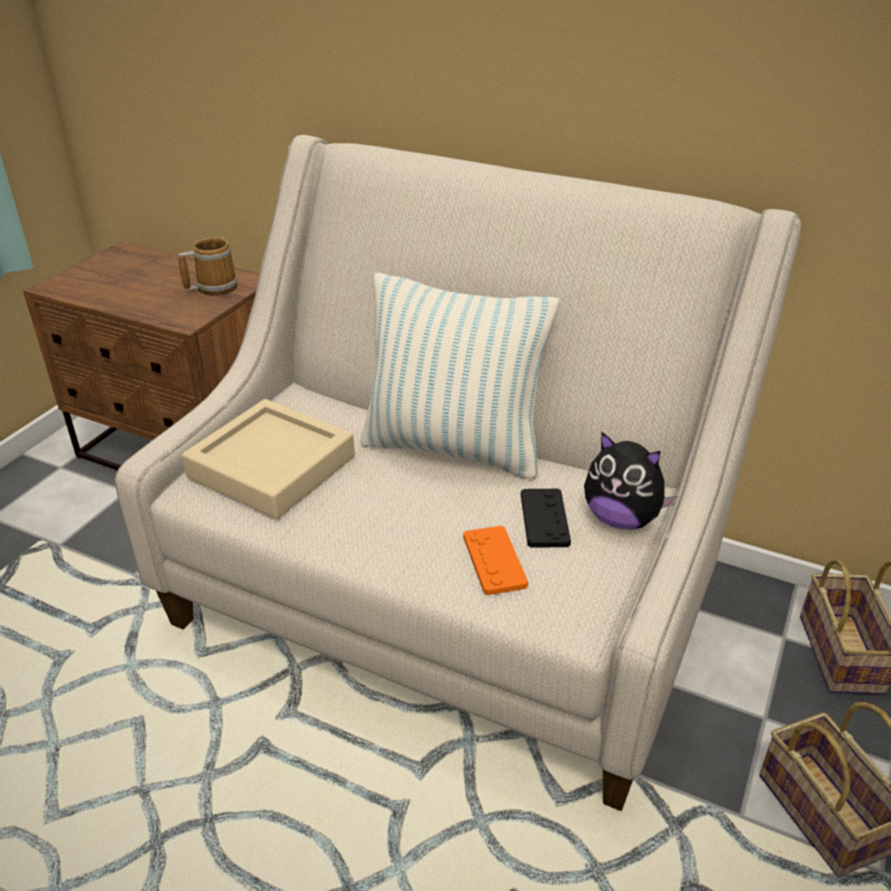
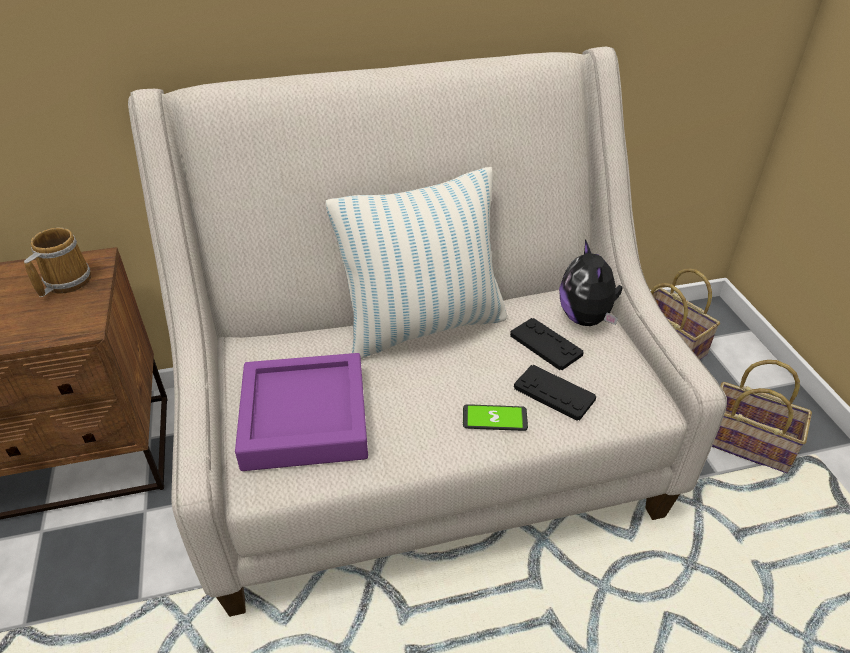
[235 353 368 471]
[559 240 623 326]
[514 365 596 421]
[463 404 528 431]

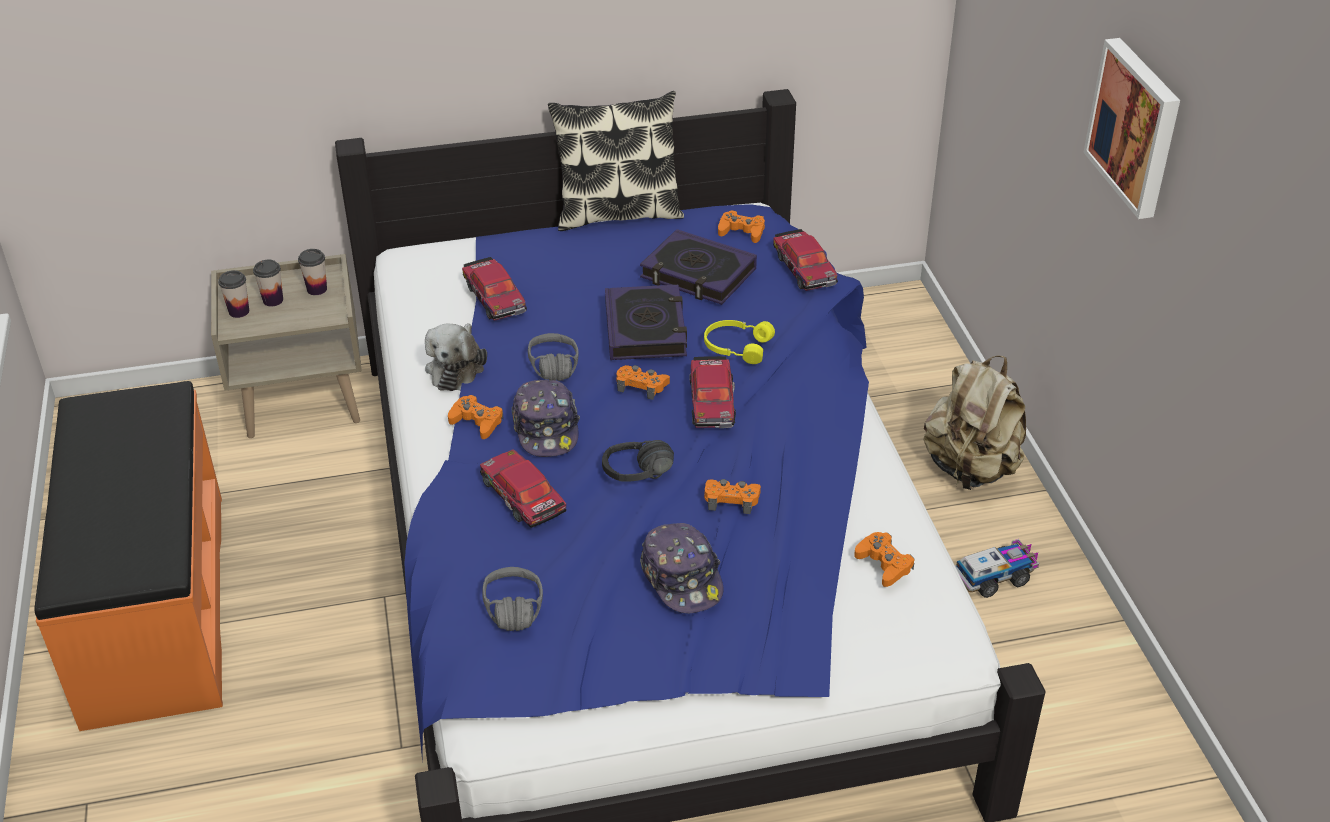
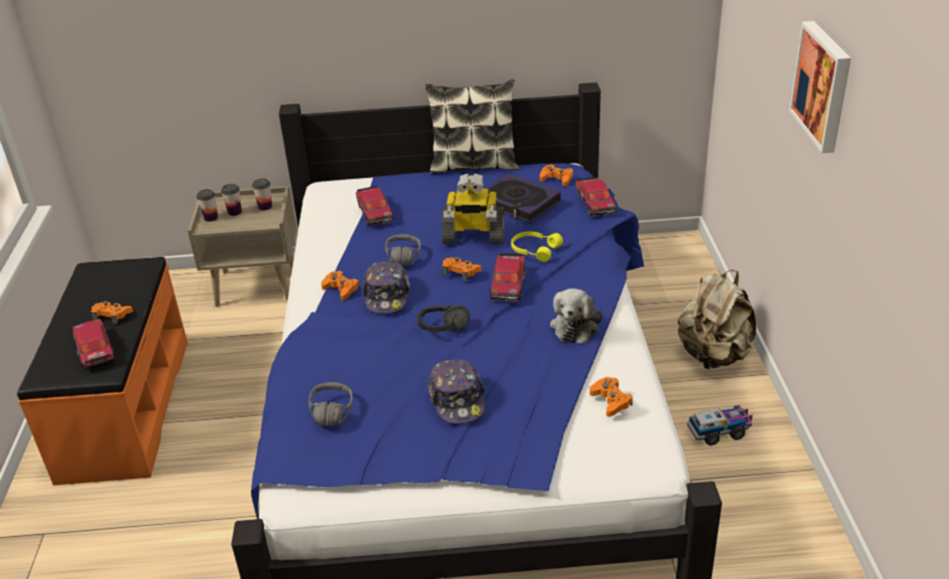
[442 173 505 244]
[550 288 602 344]
[73 319 115 370]
[91 301 133 324]

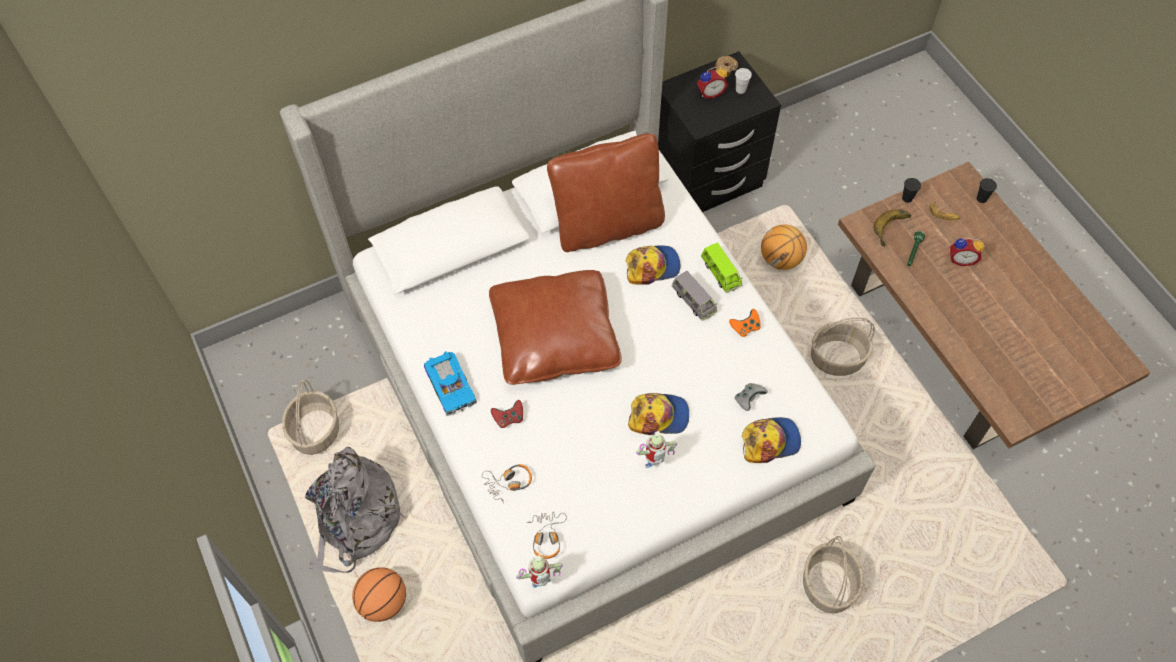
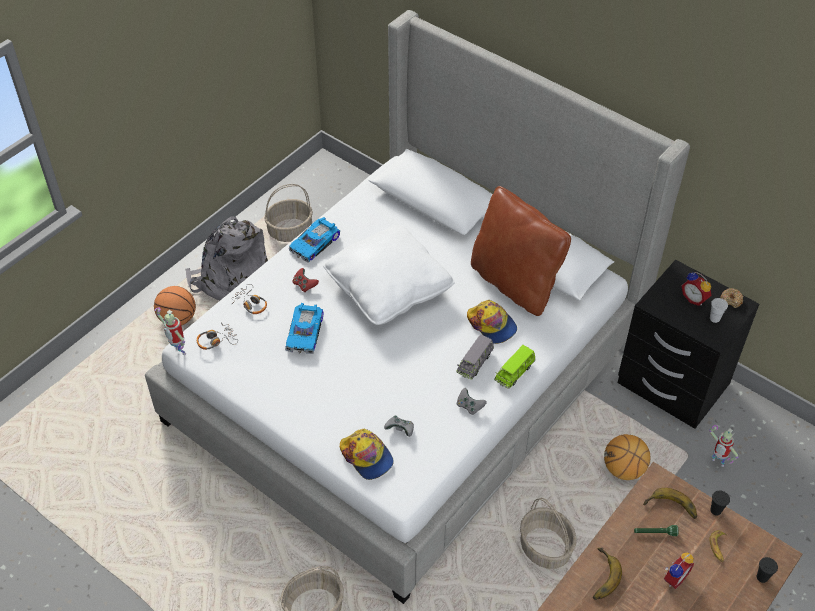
[664 553 694 589]
[323 225 455 325]
[457 388 487 415]
[628 393 689 435] (first image)
[709 425 738 467]
[285 303 323 354]
[593 548 622 600]

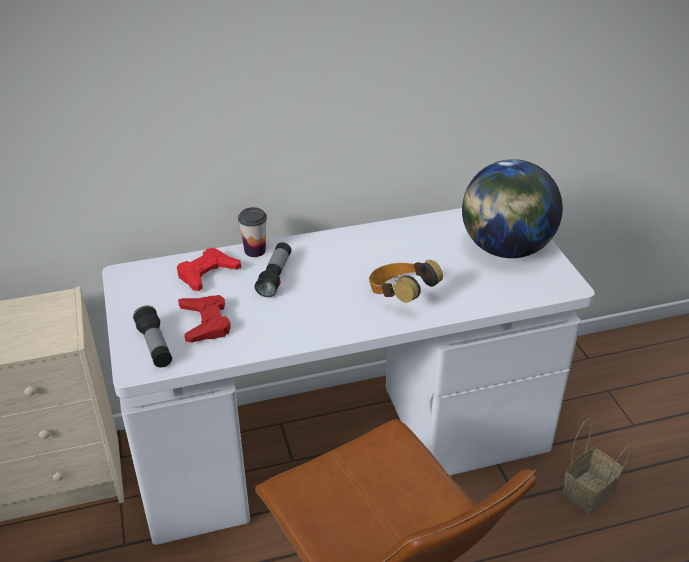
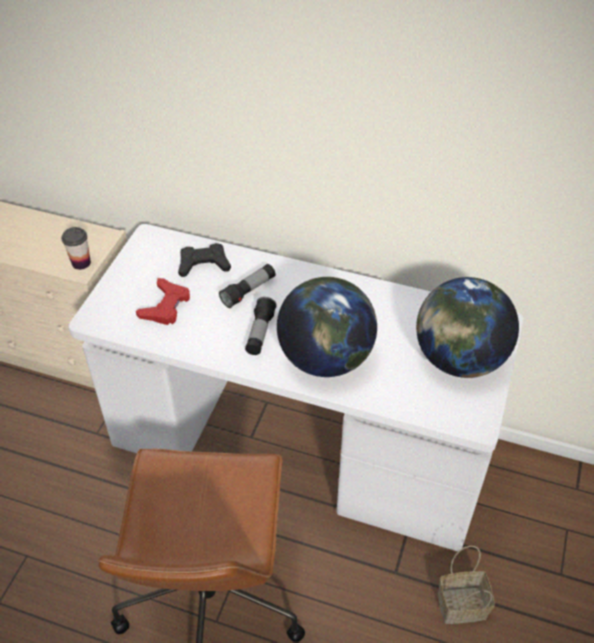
[61 227 91 270]
[178 243 231 277]
[277 277 377 377]
[245 297 277 355]

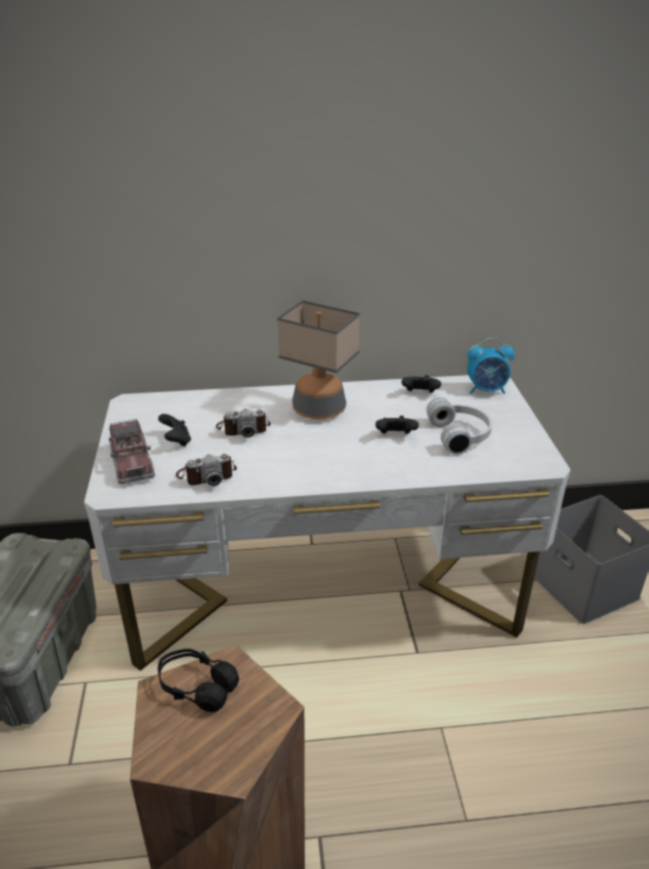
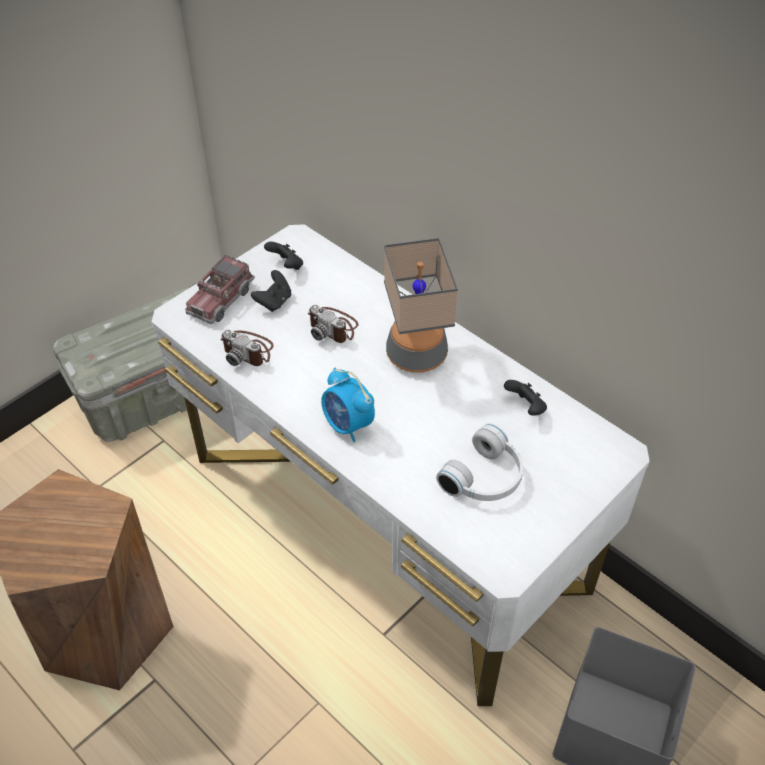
[321 368 375 442]
[264 242 303 270]
[158 649 239 712] (first image)

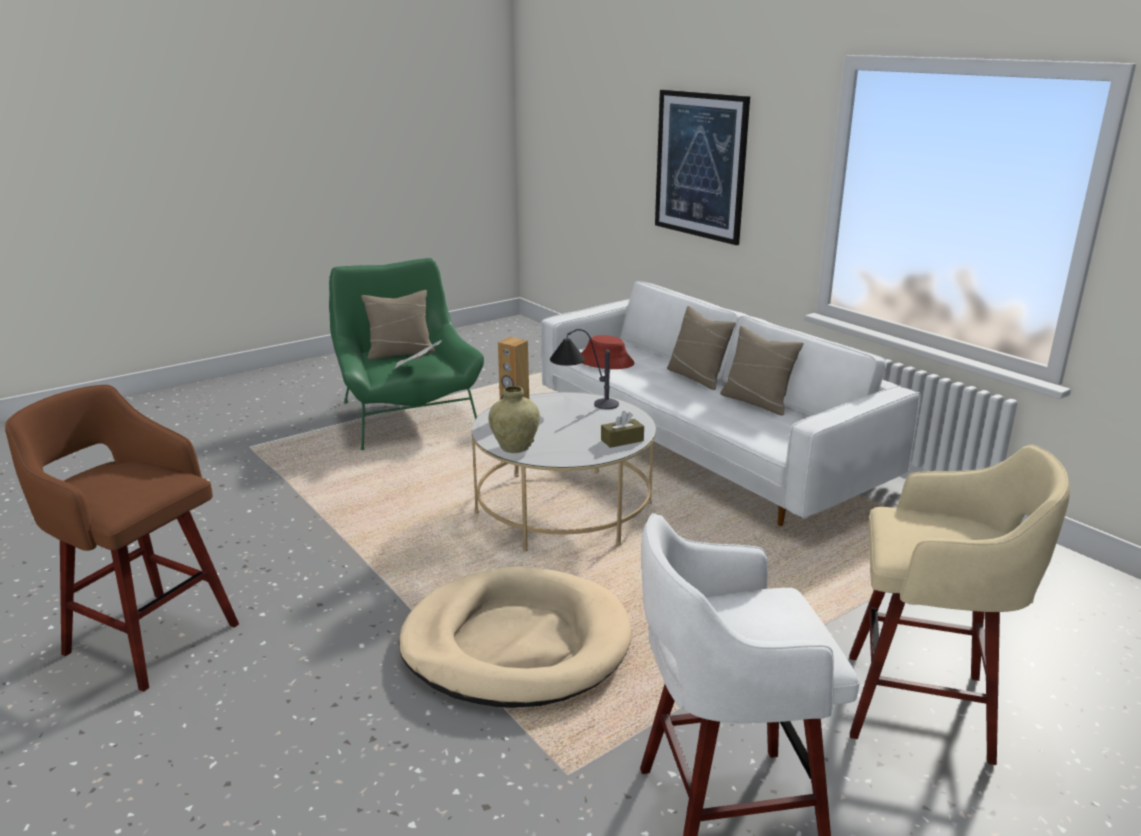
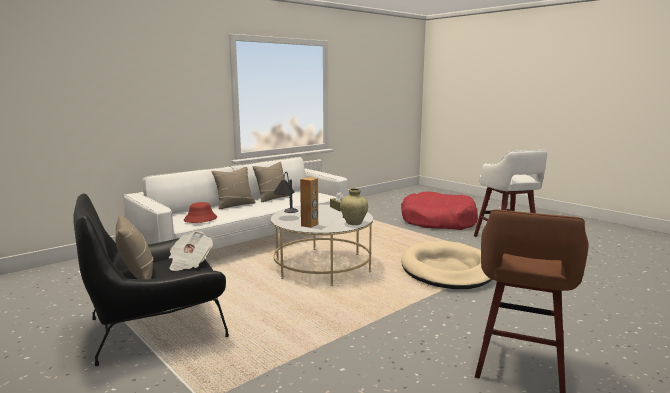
[655 90 750 245] (first image)
[73 194 229 366]
[401 191 478 230]

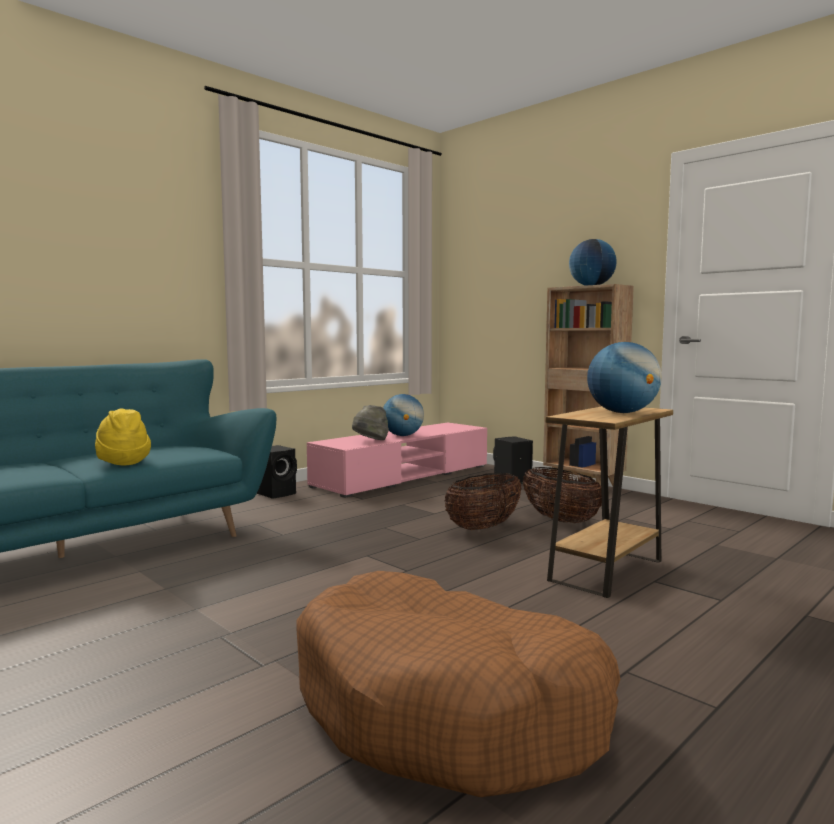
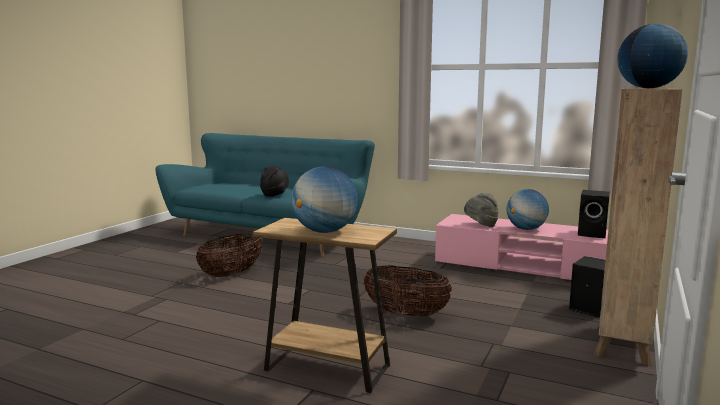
[260 166 289 197]
[578 190 610 238]
[196 233 262 277]
[296 571 620 797] (first image)

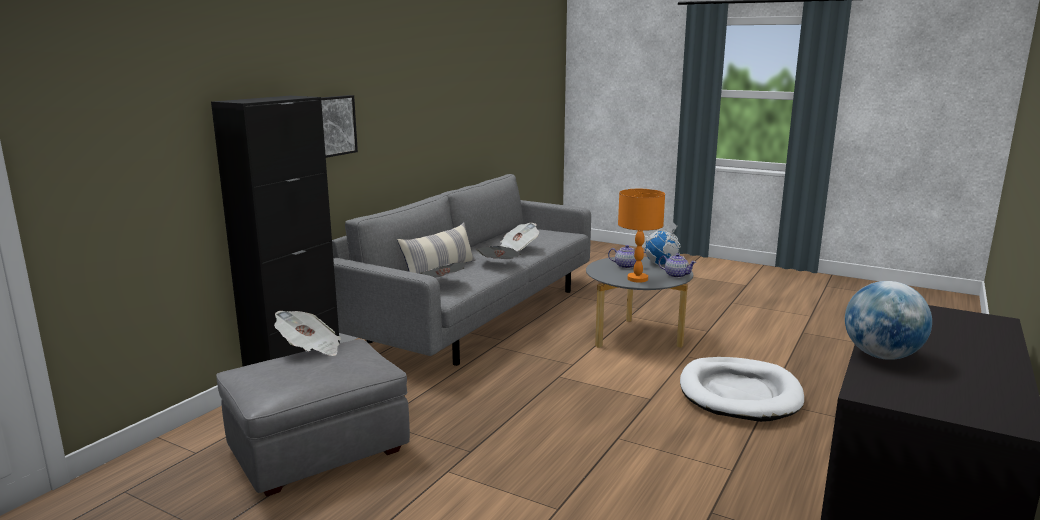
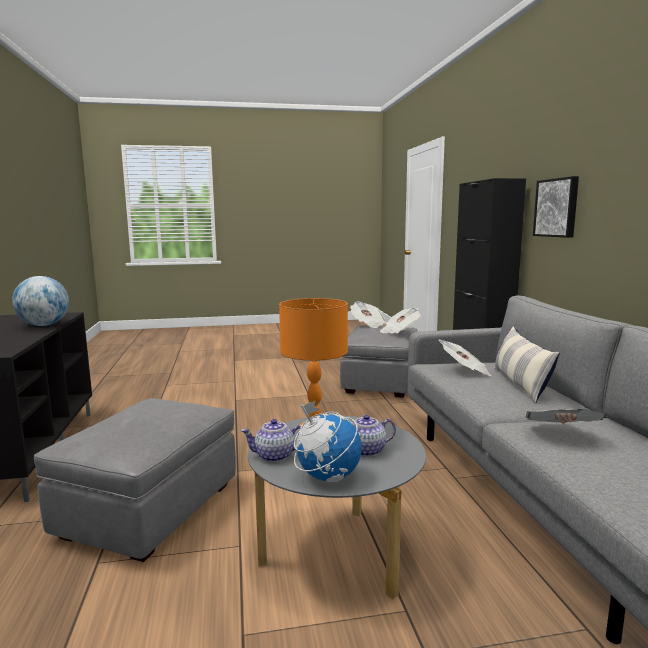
[350 302 386 328]
[34 398 236 562]

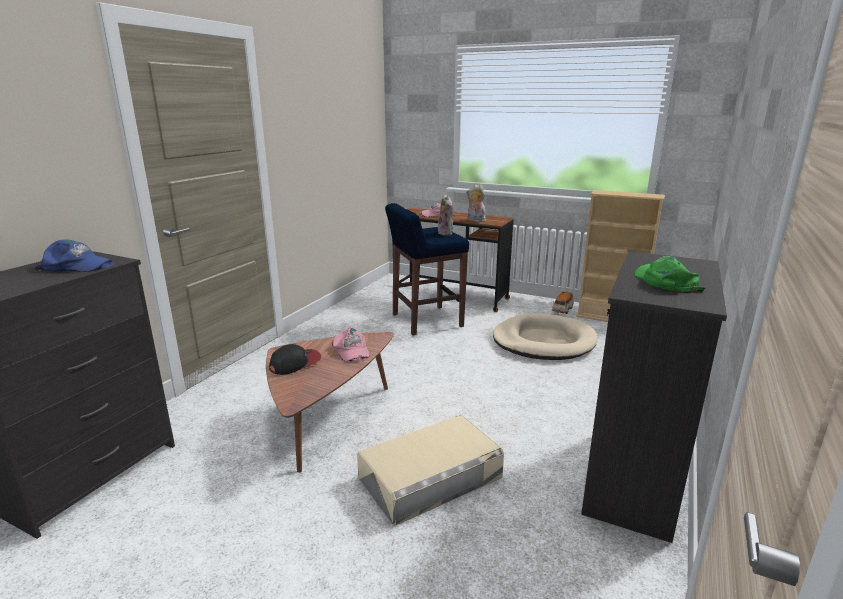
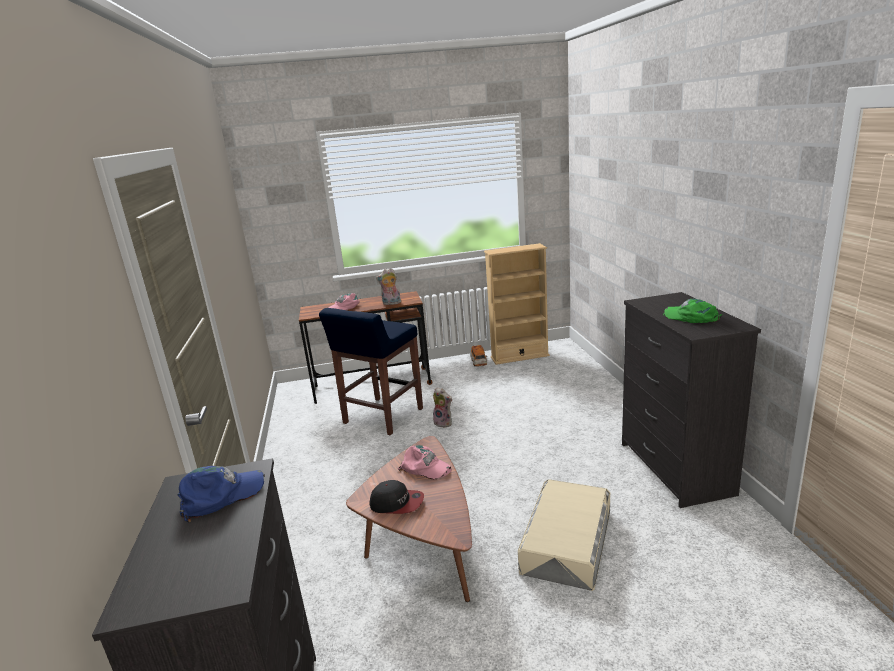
[433 387 452 428]
[493 313 598 360] (first image)
[369 480 424 514]

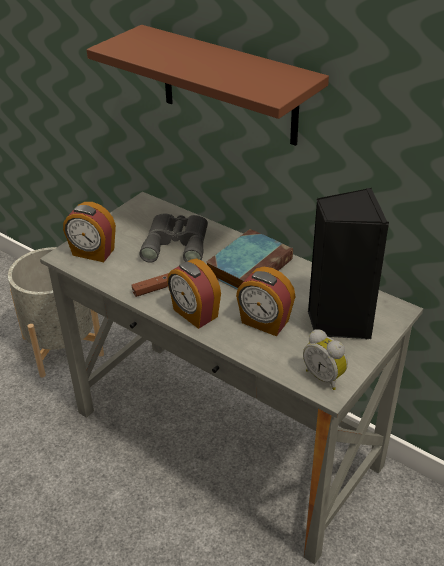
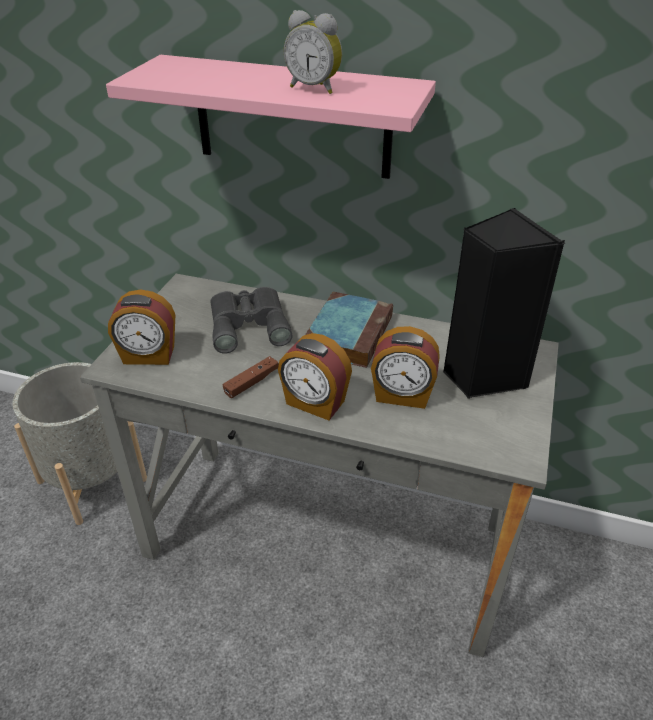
[106 55 436 179]
[284 10 342 94]

